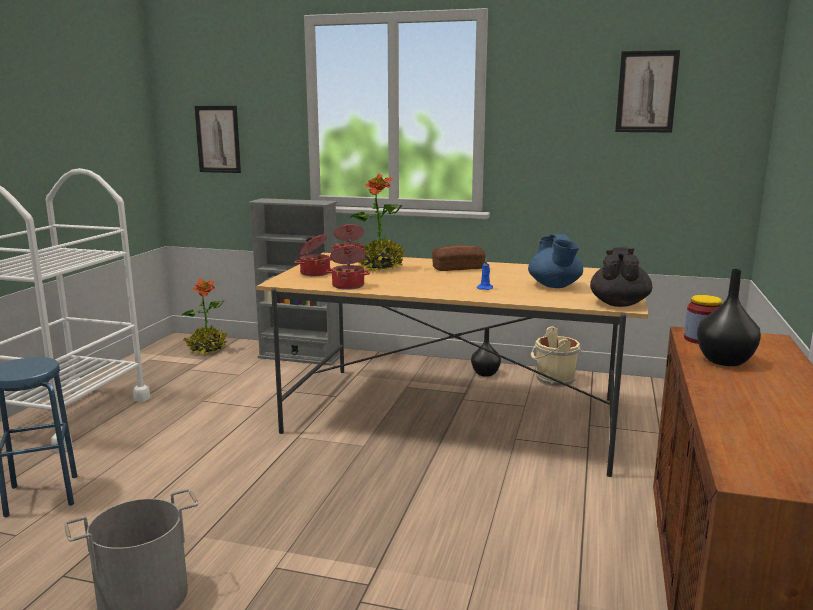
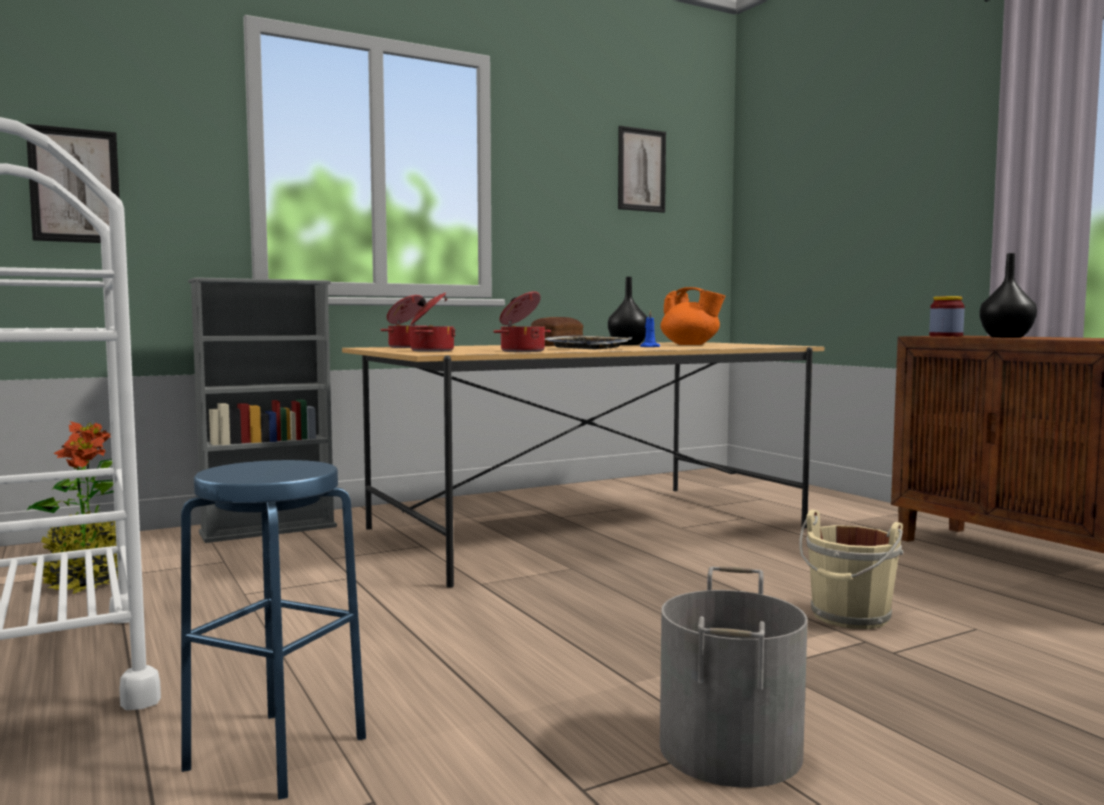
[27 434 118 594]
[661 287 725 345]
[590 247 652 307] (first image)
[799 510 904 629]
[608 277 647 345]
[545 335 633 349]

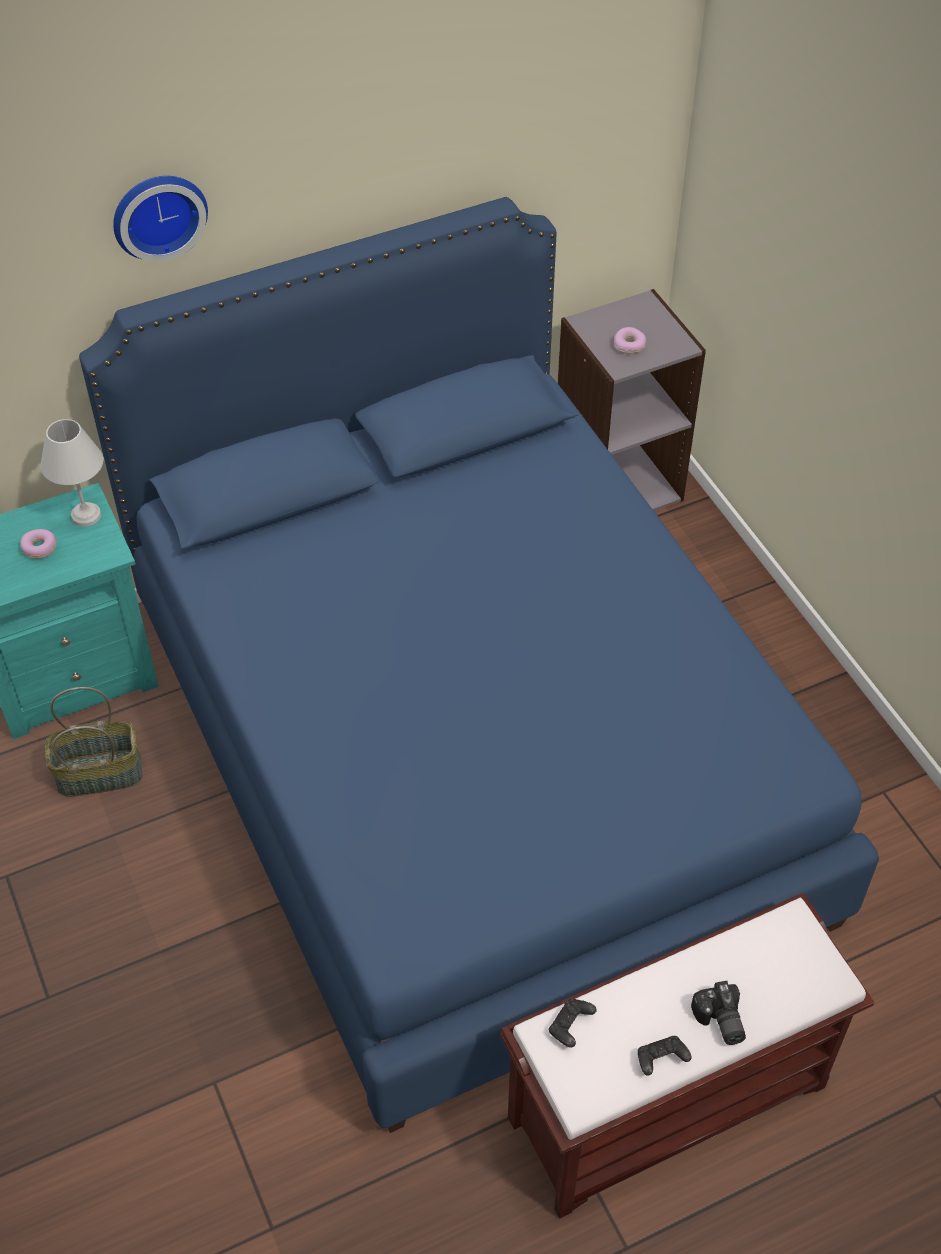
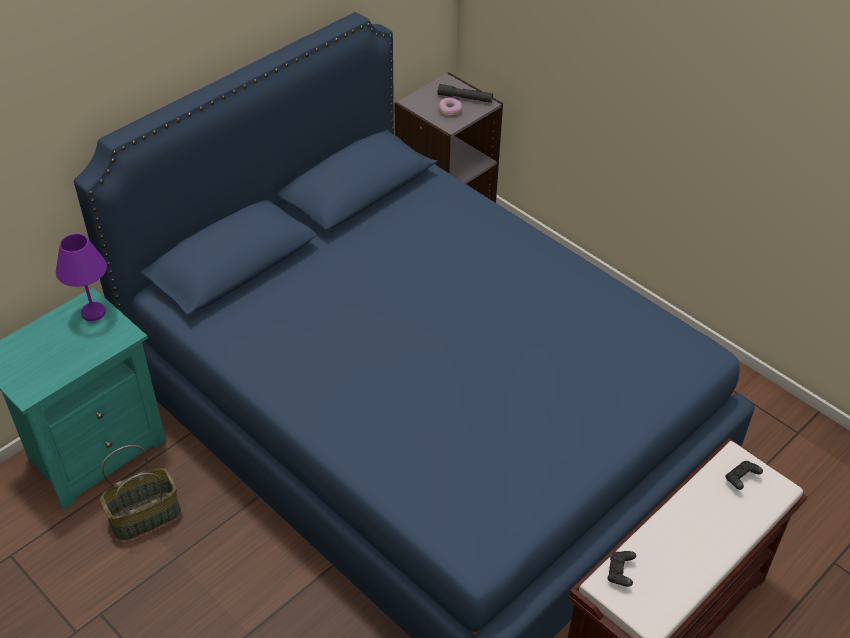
[113 176 208 262] (first image)
[56 234 107 321]
[20 529 57 559] (first image)
[691 980 746 1045] (first image)
[725 461 763 490]
[437 84 493 103]

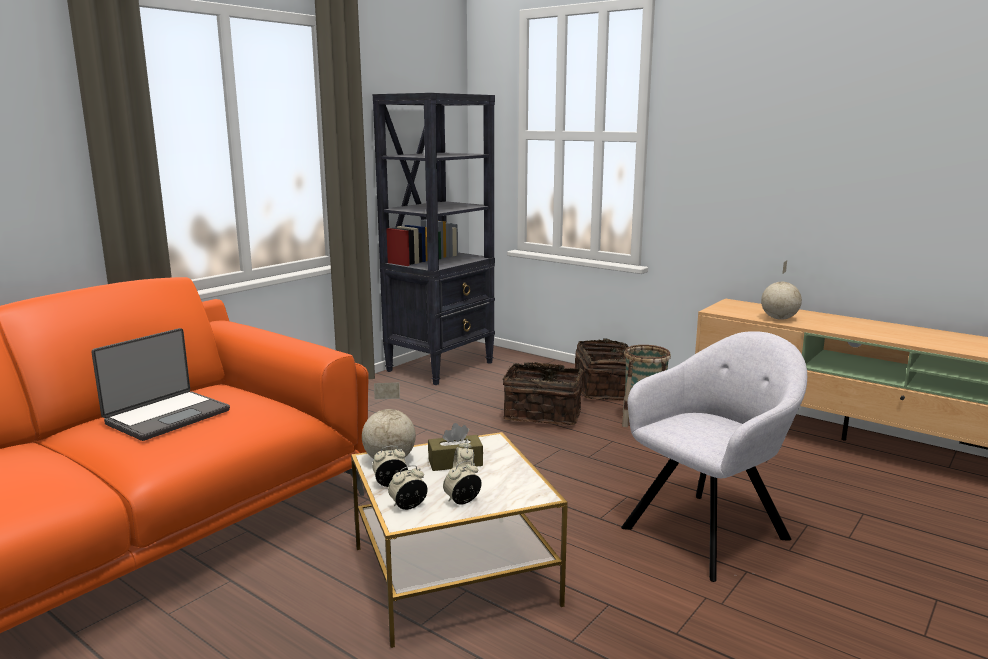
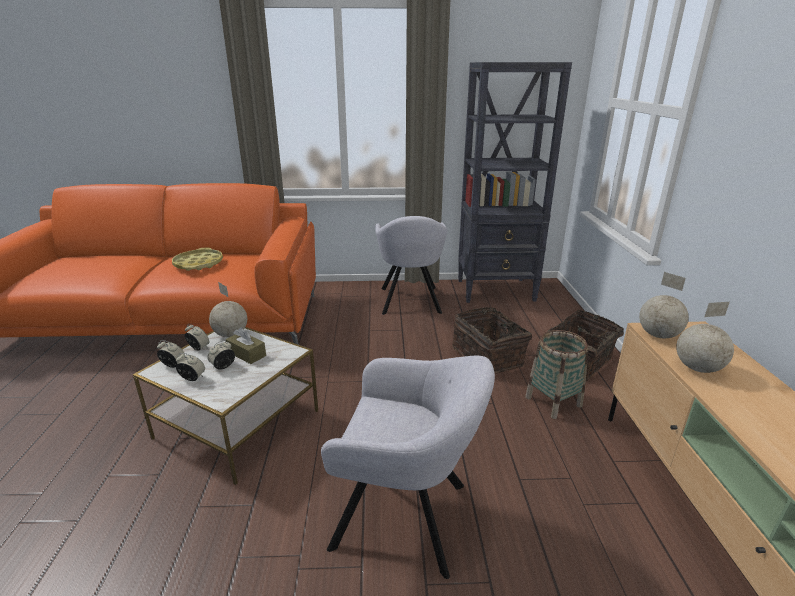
[172 248 223 271]
[375 216 448 315]
[639 272 689 338]

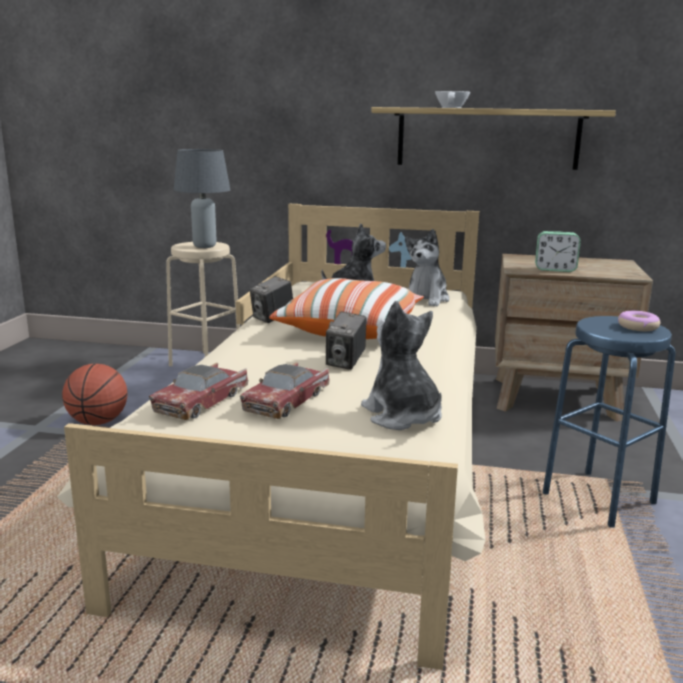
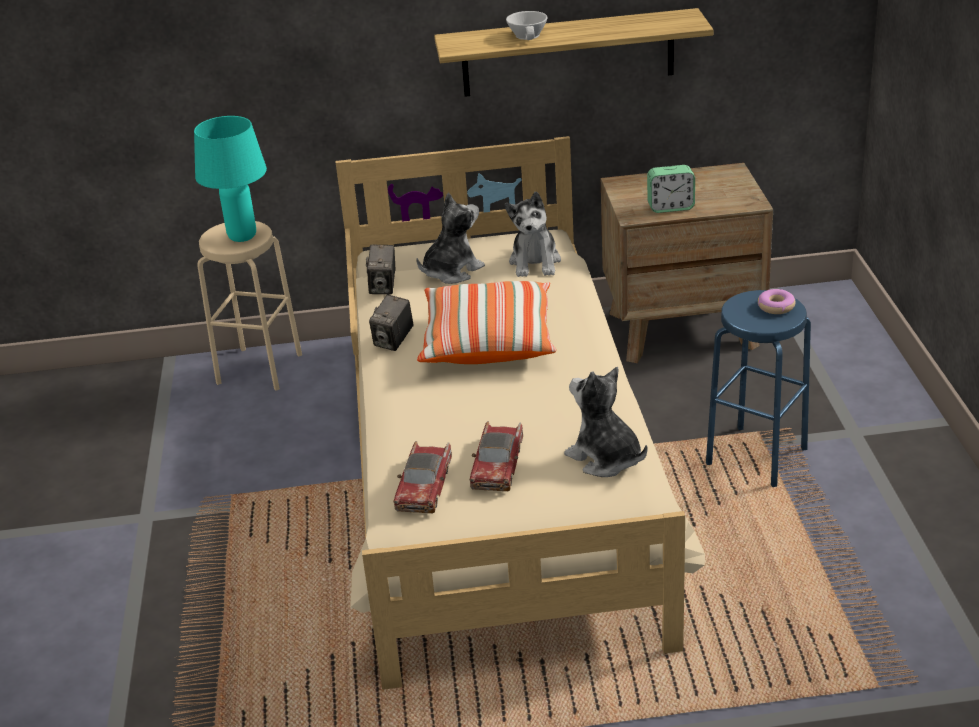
[194 116 267 242]
[366 245 395 294]
[62 363 127 425] (first image)

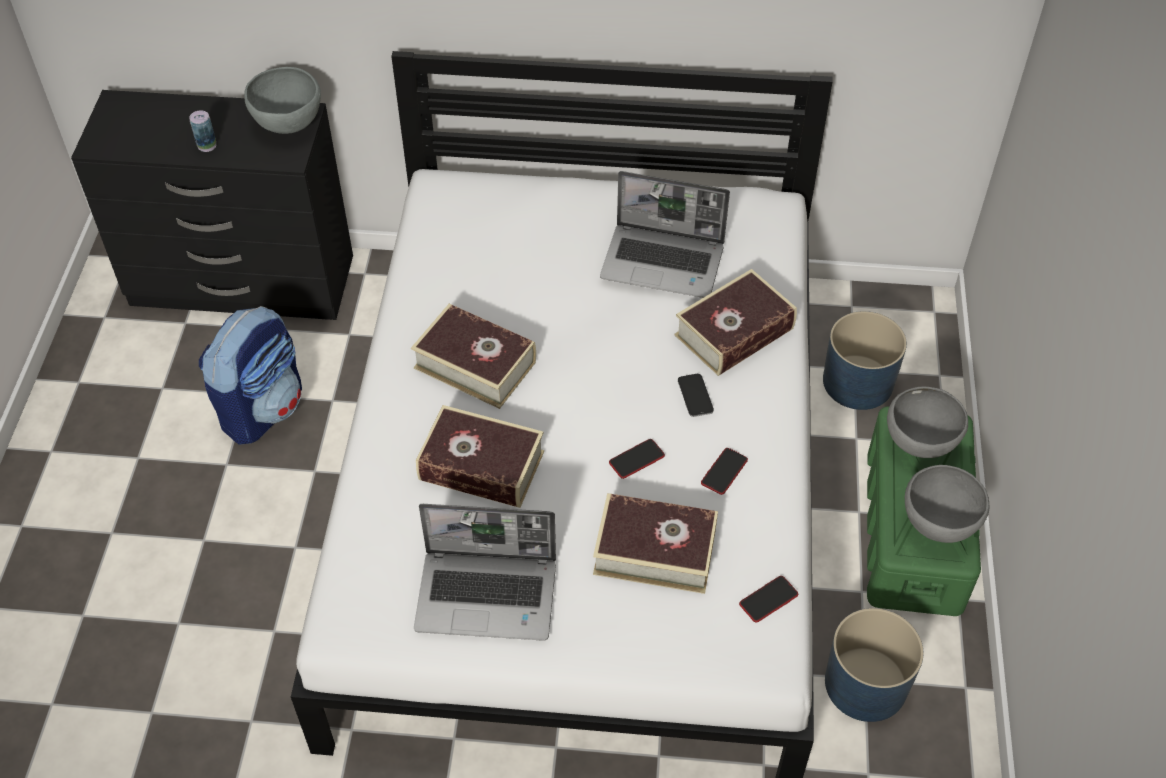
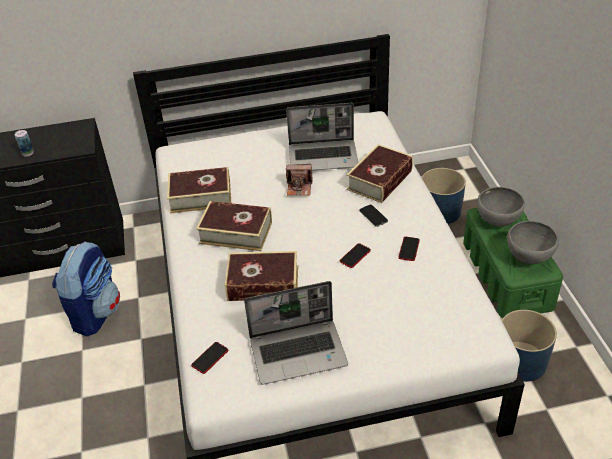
[244 67 321 134] (first image)
[167 167 231 213]
[191 342 228 374]
[286 164 313 196]

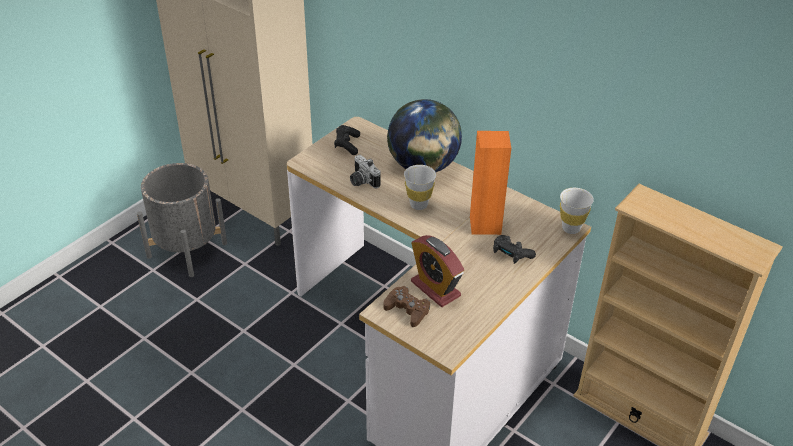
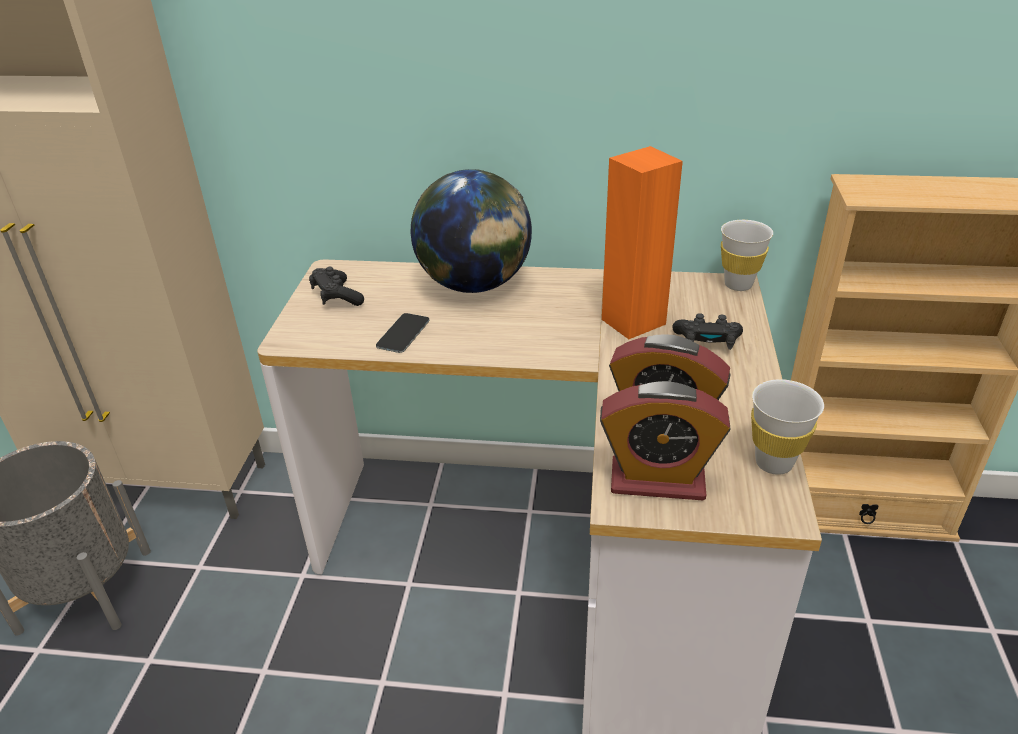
[376 313 429 353]
[751 379 824 475]
[600 381 731 500]

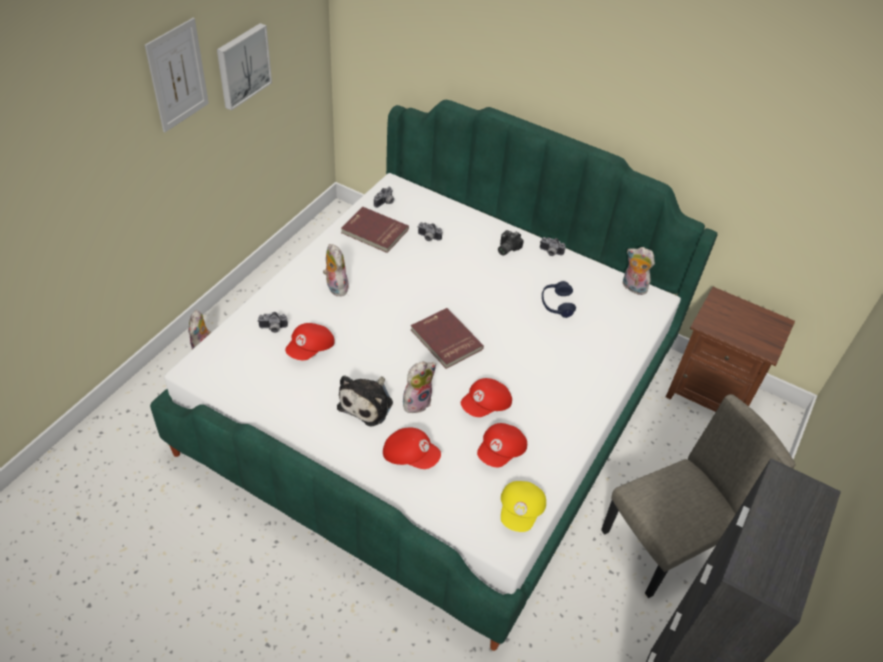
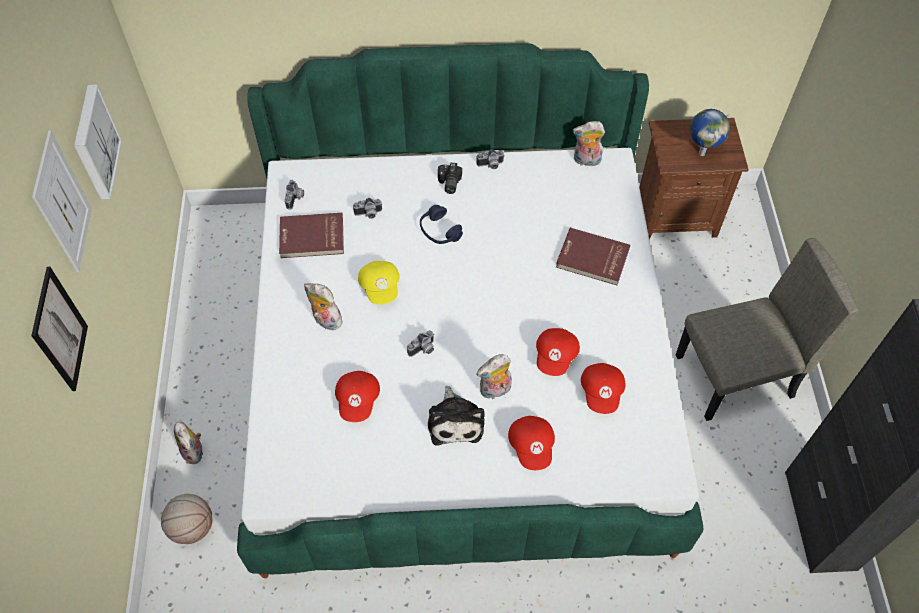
[420 205 463 244]
[556 228 631 285]
[407 330 435 357]
[477 354 512 399]
[676 238 858 421]
[508 416 555 470]
[358 261 400 304]
[690 109 730 156]
[31 267 88 391]
[161 494 213 544]

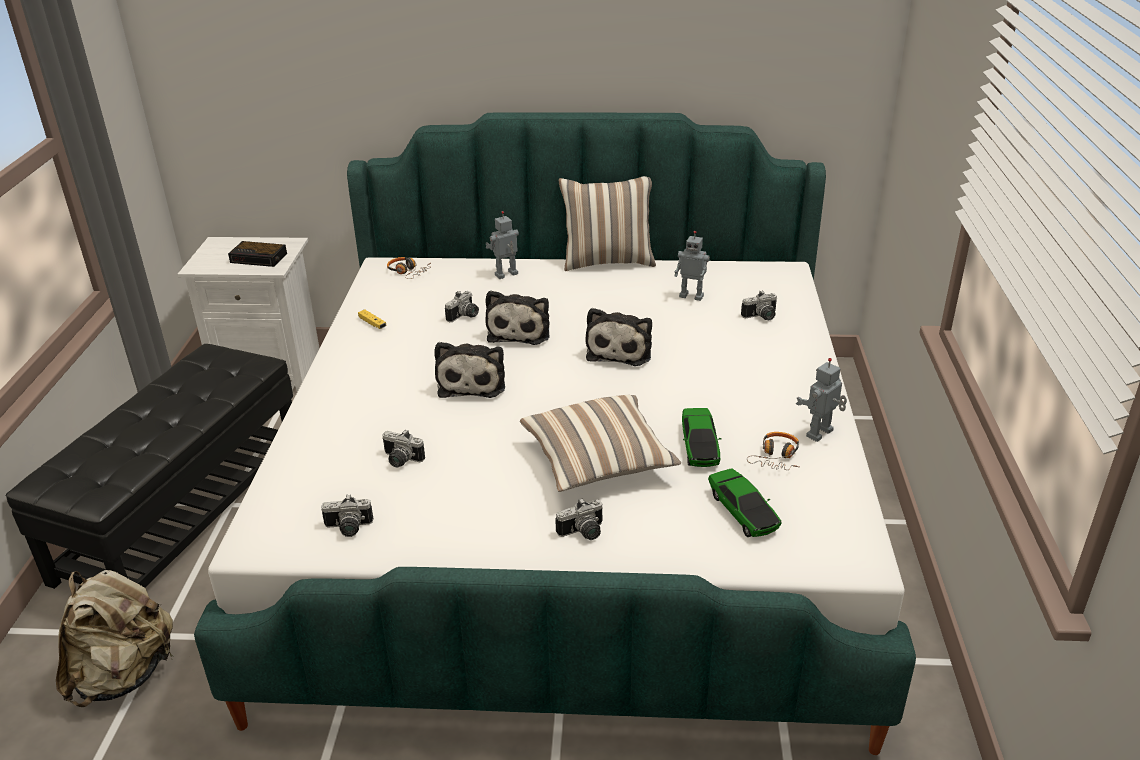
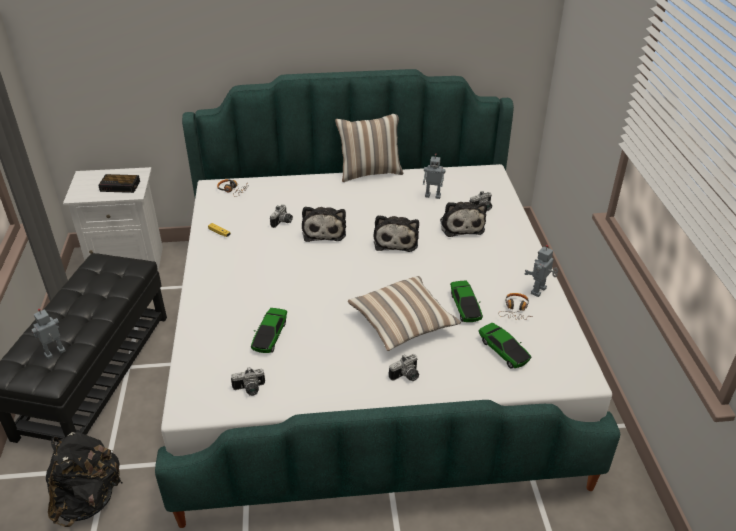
[31 308 66 359]
[440 202 487 237]
[251 308 287 353]
[46 432 123 527]

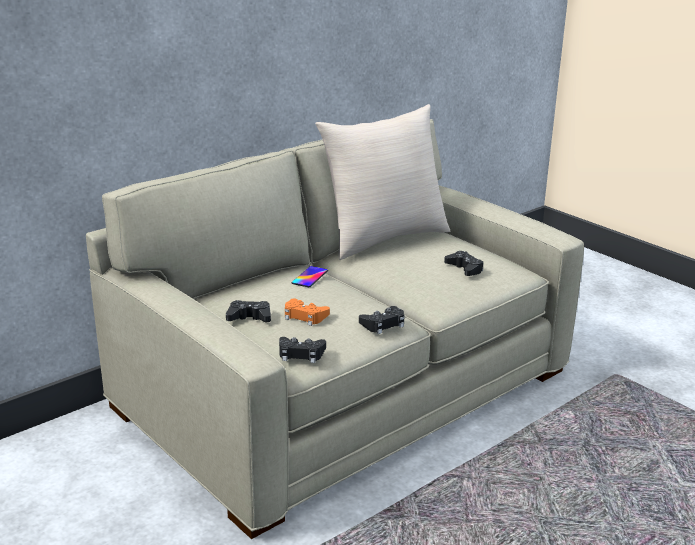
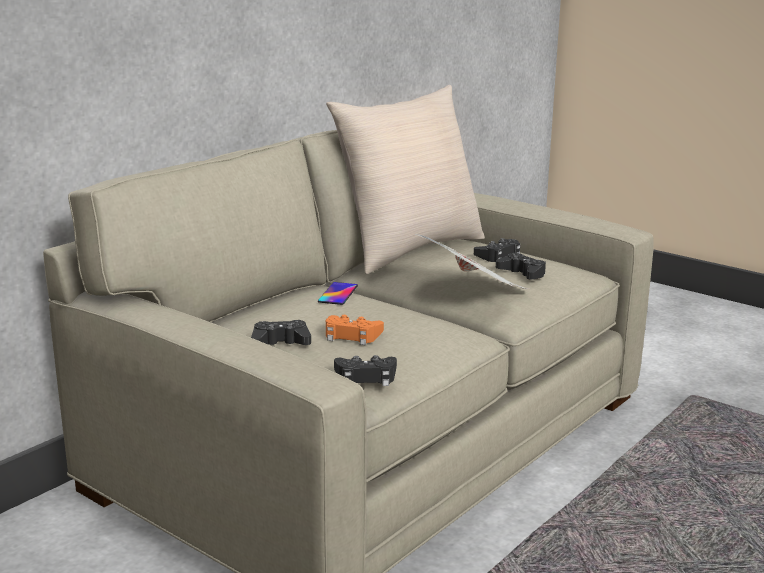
[474 238 520 262]
[414 234 529 289]

